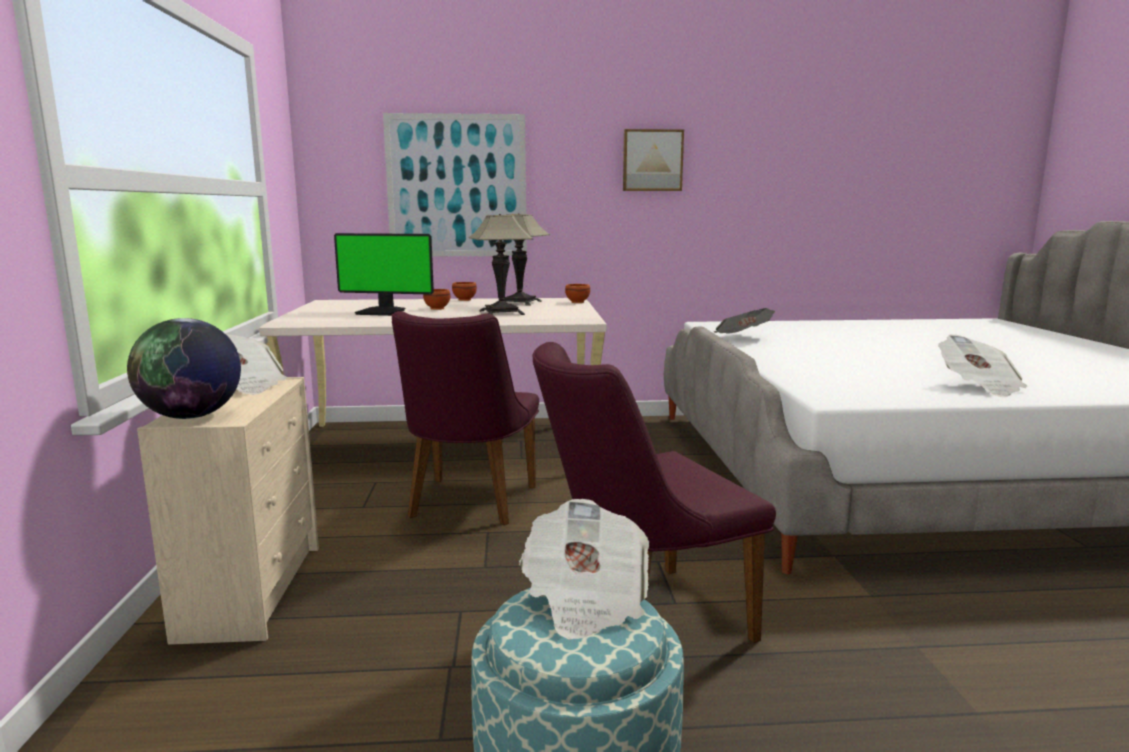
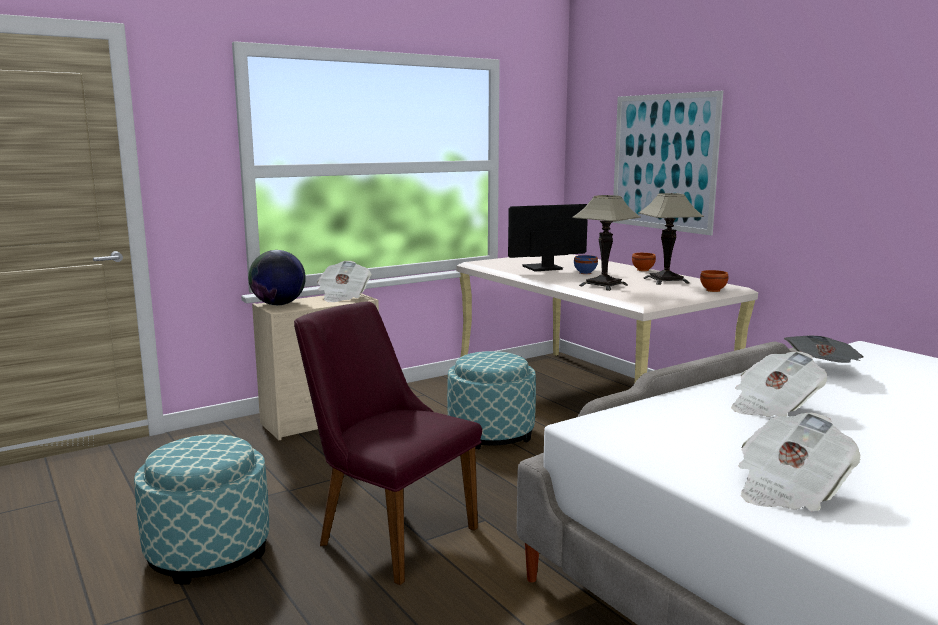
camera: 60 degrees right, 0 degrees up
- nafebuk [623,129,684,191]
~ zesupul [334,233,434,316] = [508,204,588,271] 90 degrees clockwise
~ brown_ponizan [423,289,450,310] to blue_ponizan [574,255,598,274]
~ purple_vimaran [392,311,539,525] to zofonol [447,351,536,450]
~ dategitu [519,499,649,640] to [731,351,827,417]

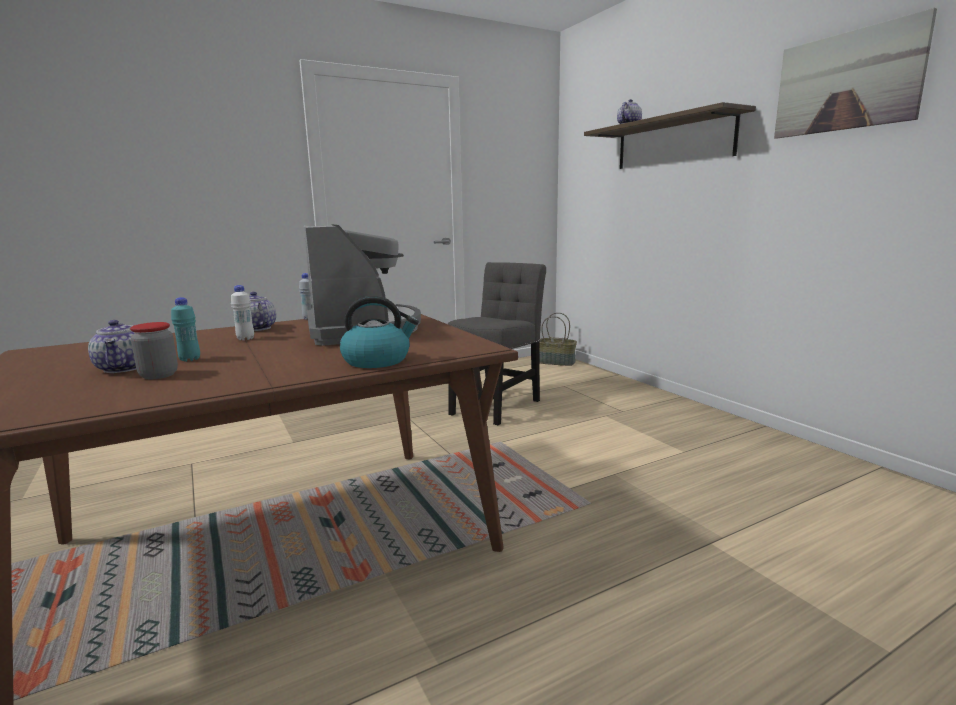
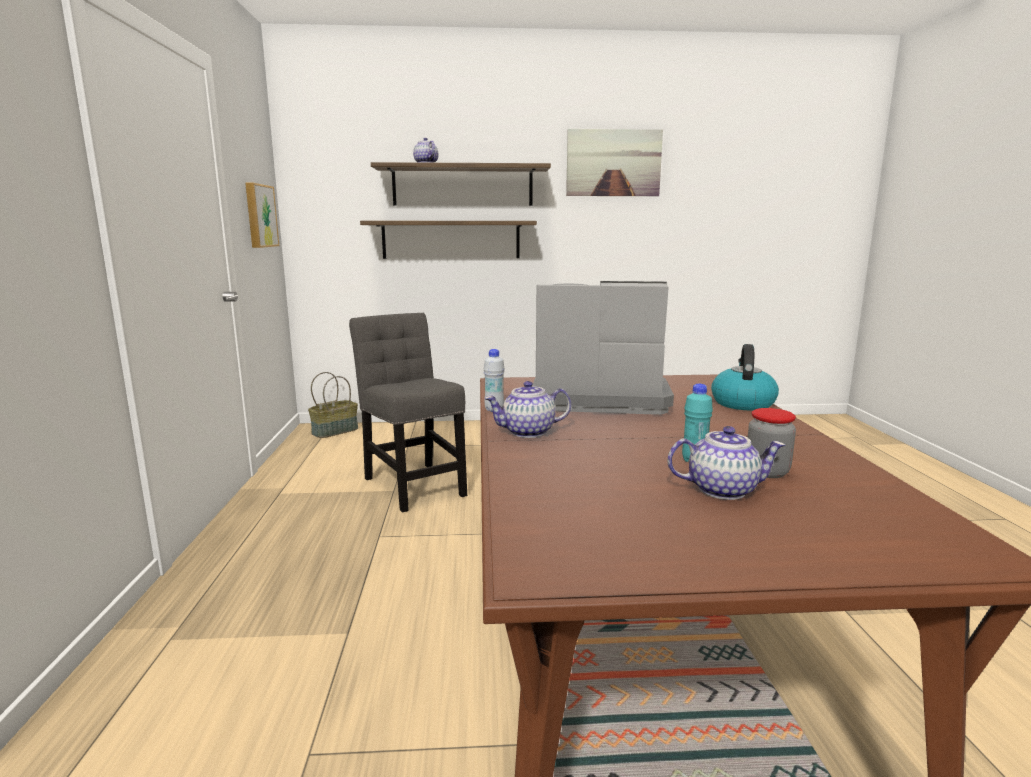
camera: 65 degrees left, 0 degrees up
- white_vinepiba [231,285,254,341]
+ nafebuk [245,183,279,248]
+ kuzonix [360,221,537,259]

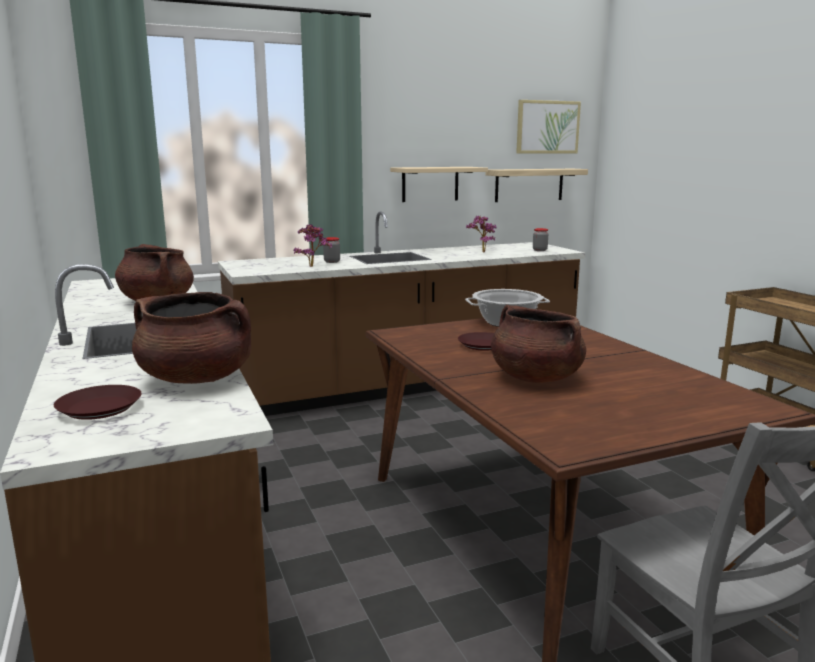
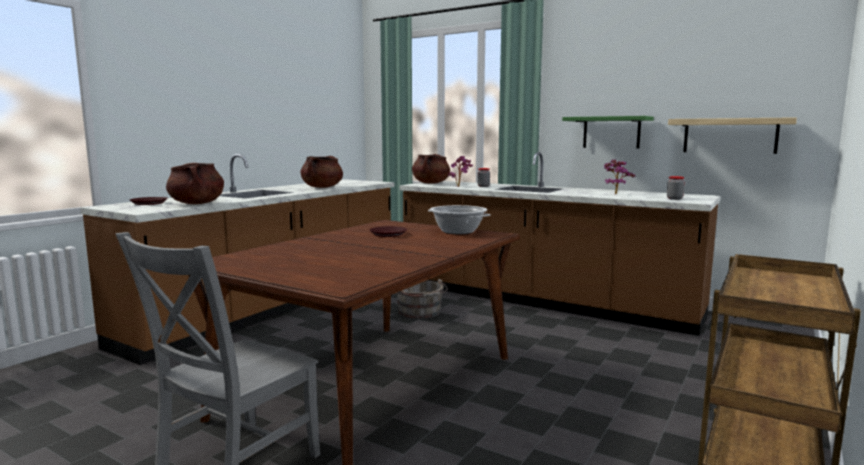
camera: 55 degrees right, 5 degrees down
- nafebuk [516,100,581,154]
~ beige_kuzonix [390,167,488,202] to green_kuzonix [562,116,654,148]
~ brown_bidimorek [491,305,586,383] to [412,154,450,184]
+ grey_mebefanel [397,279,448,319]

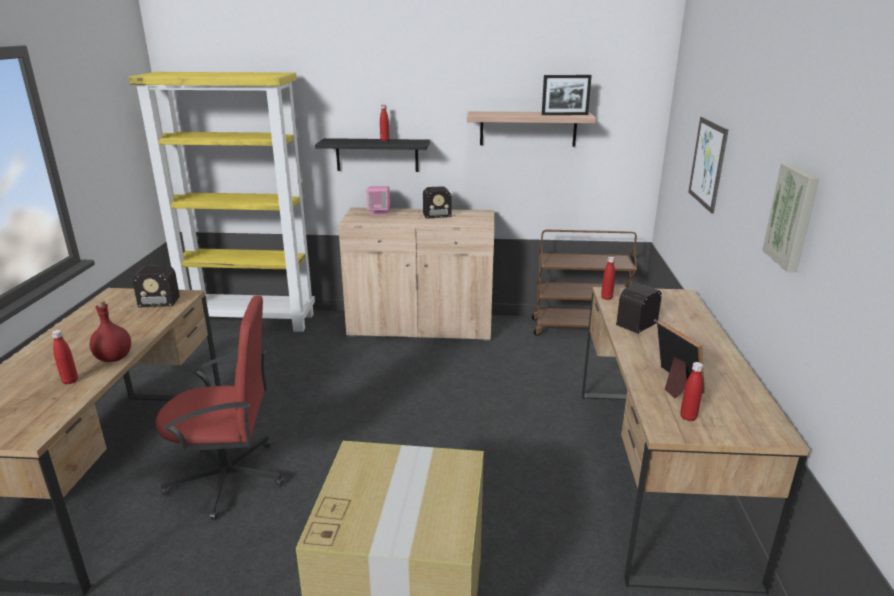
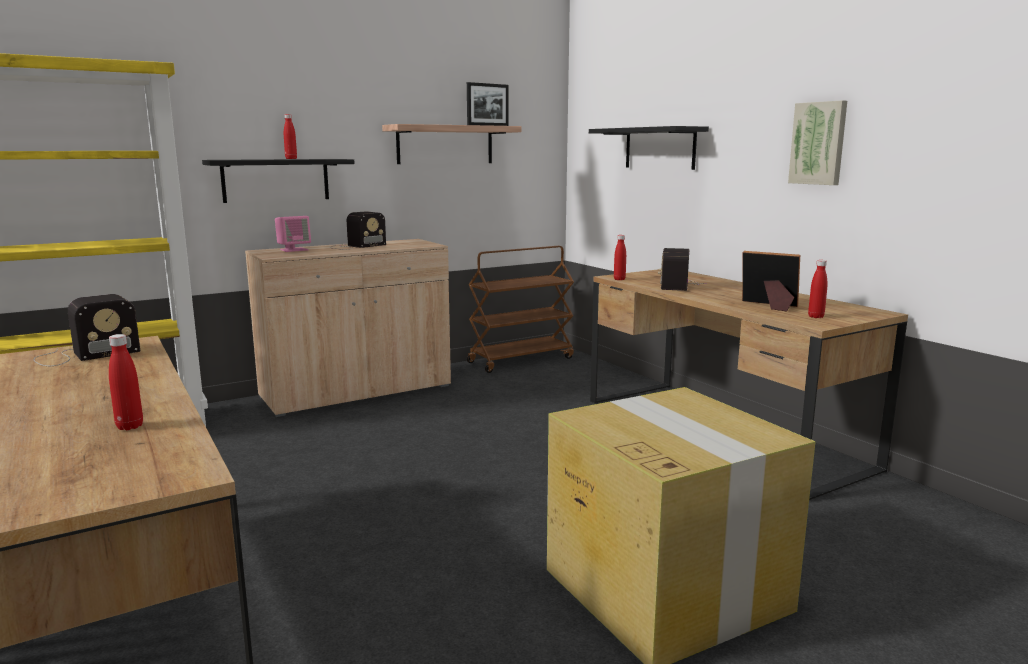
camera: 35 degrees left, 10 degrees down
~ nafebuk [688,116,729,214] to black_kuzonix [589,126,709,170]
- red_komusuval [156,296,283,520]
- red_vinepiba [90,300,131,362]

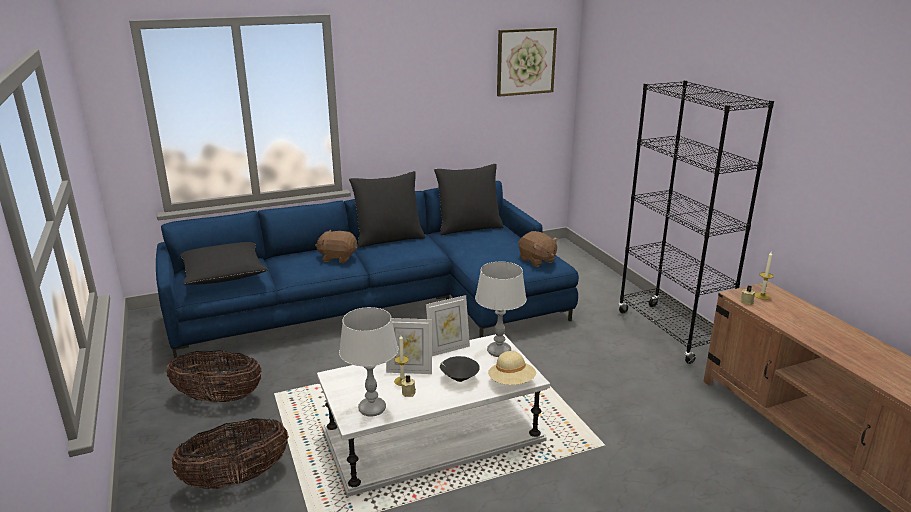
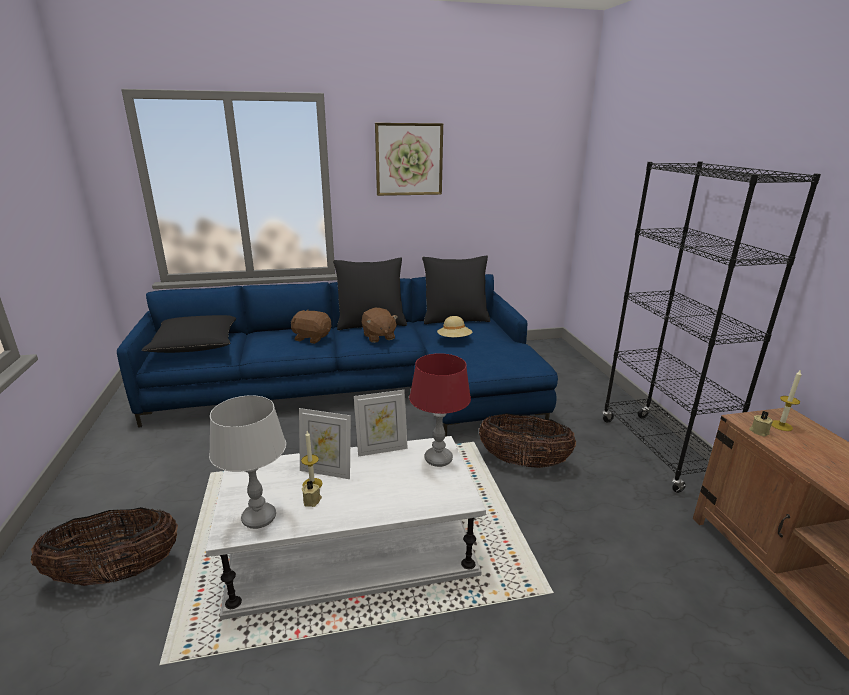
camera: 10 degrees right, 0 degrees up
~ nafebuk [497,28,557,97] to [375,123,443,196]
~ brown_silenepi [518,231,558,267] to [362,308,398,343]
~ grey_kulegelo [475,262,527,357] to red_kulegelo [409,353,471,467]
~ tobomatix [166,350,262,402] to [479,413,576,468]
~ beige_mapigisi [488,351,536,385] to [437,316,472,337]
- black_ponizan [440,356,480,382]

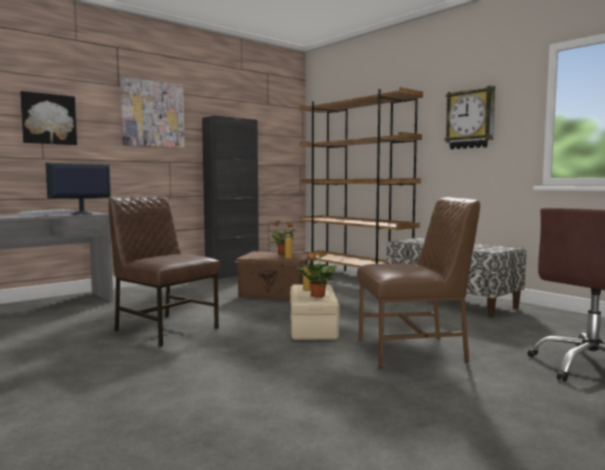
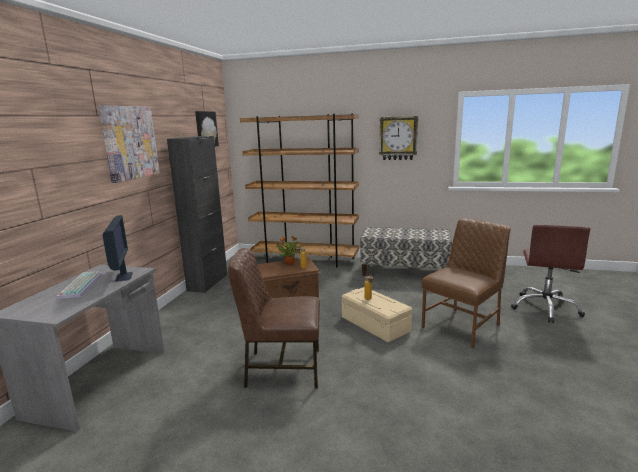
camera: 35 degrees left, 10 degrees up
~ nafebuk [20,91,77,145] to [195,111,219,147]
~ zesupul [46,163,111,215] = [102,215,133,282] 150 degrees clockwise
- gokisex [297,250,337,298]

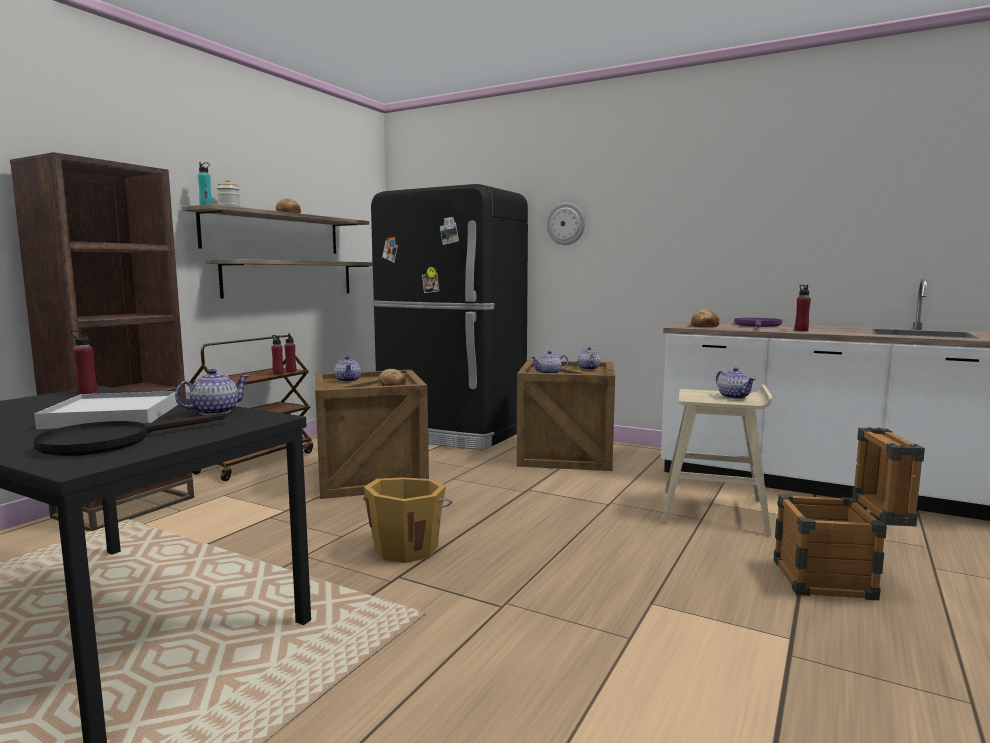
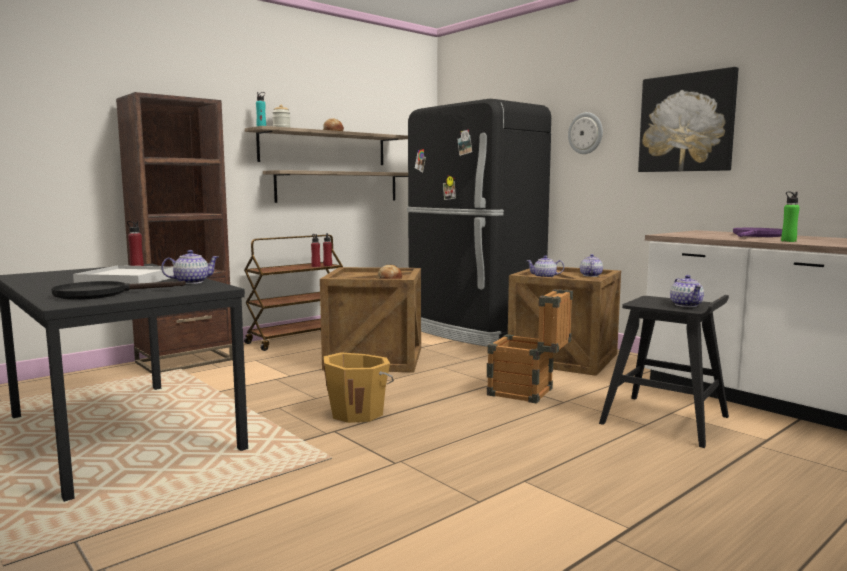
camera: 20 degrees right, 0 degrees up
~ red_vinepiba [795,285,811,332] to green_vinepiba [781,192,800,242]
- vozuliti [690,310,719,327]
- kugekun [335,356,361,382]
~ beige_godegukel [661,385,772,536] to black_godegukel [599,295,729,448]
~ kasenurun [774,427,925,600] to [487,289,573,403]
+ nafebuk [638,67,738,172]

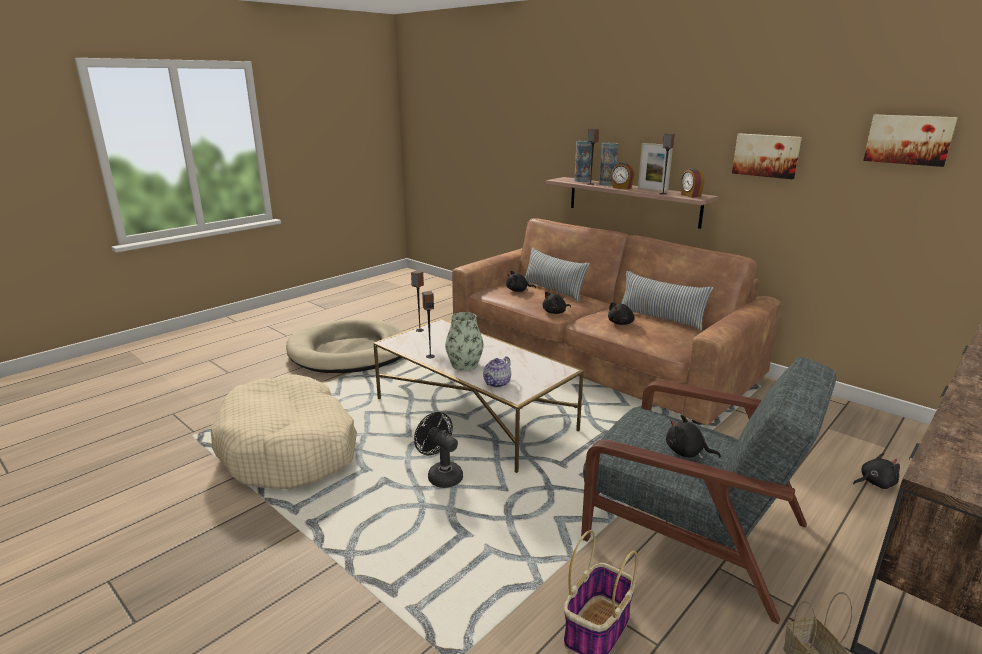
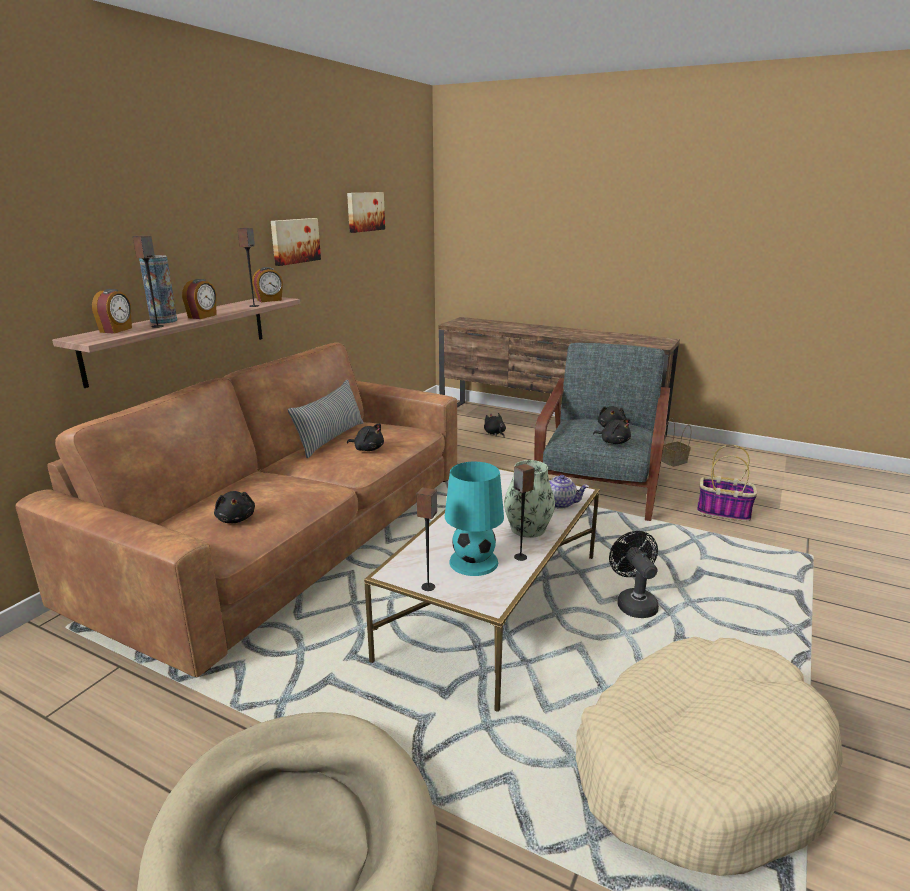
camera: 105 degrees left, 0 degrees up
~ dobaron [574,140,592,182] to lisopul [92,289,132,334]
- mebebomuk [638,143,673,192]
- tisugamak [525,247,590,301]
~ black_silenepi [542,292,571,314] to [593,418,631,444]
~ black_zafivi [414,412,463,488] = [609,531,659,618] 135 degrees clockwise
+ turquoise_kulegelo [445,462,504,576]

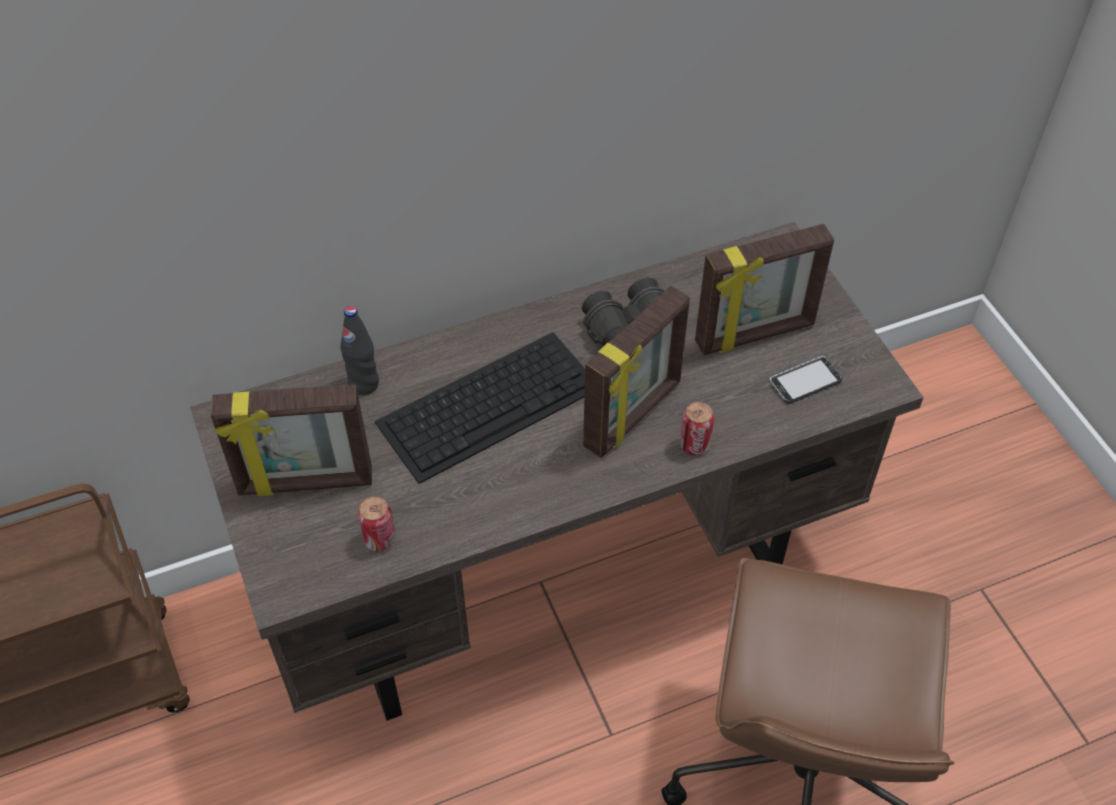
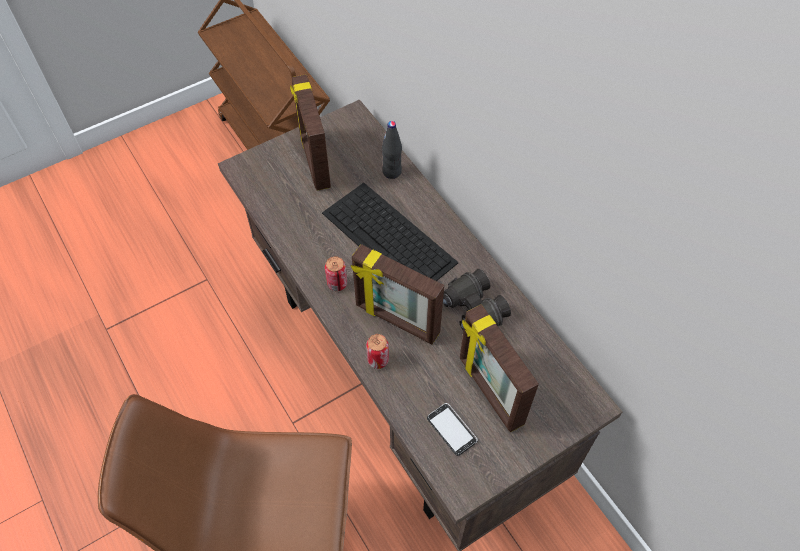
camera: 80 degrees right, 5 degrees up
~ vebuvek [358,496,395,551] to [325,256,347,291]

